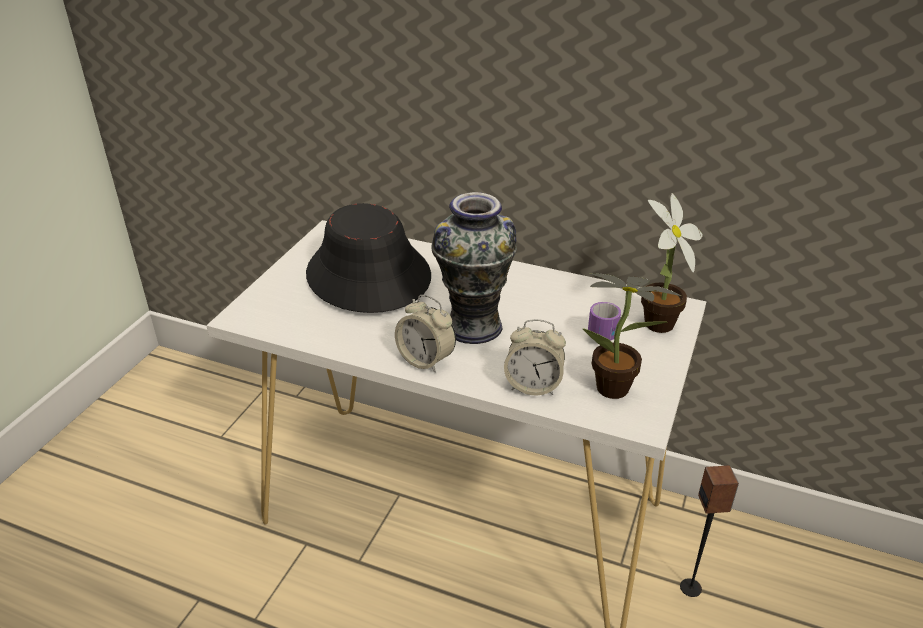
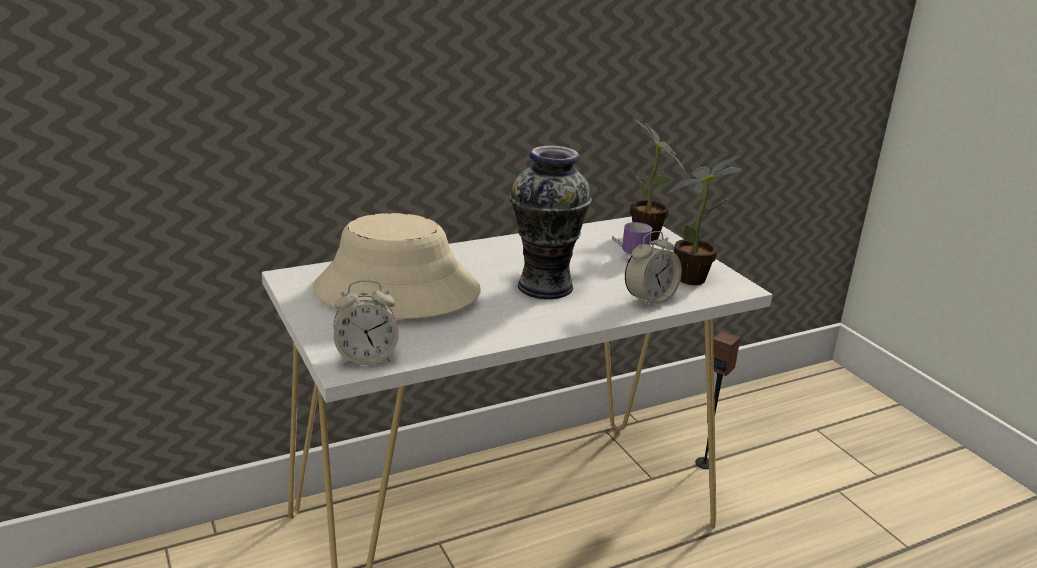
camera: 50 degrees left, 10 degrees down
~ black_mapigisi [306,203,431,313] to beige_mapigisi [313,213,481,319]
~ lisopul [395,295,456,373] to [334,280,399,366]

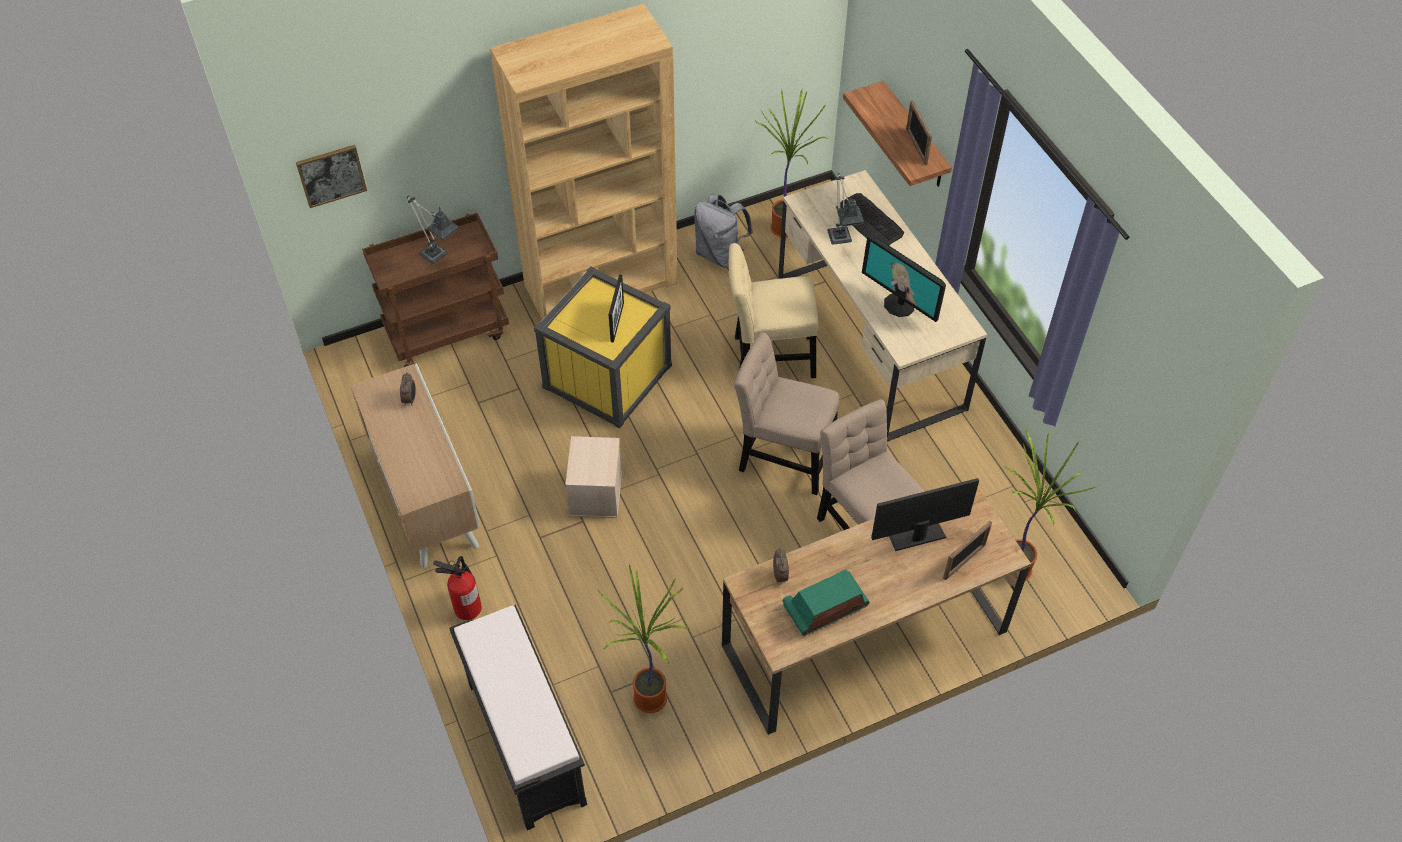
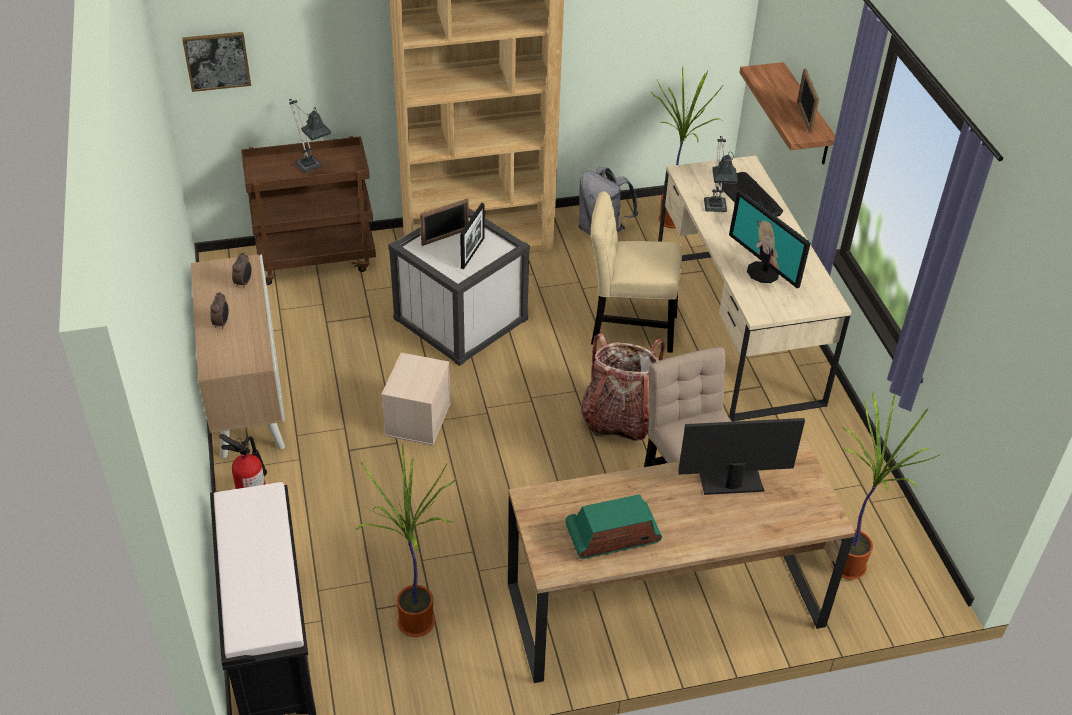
camera: 10 degrees right, 10 degrees down
~ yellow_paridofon [534,266,672,428] to white_paridofon [388,208,530,366]
~ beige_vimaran [734,332,839,495] to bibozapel [581,333,665,441]
~ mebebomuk [943,521,992,580] to [420,198,469,246]
~ lisopul [773,548,789,583] to [210,292,228,329]

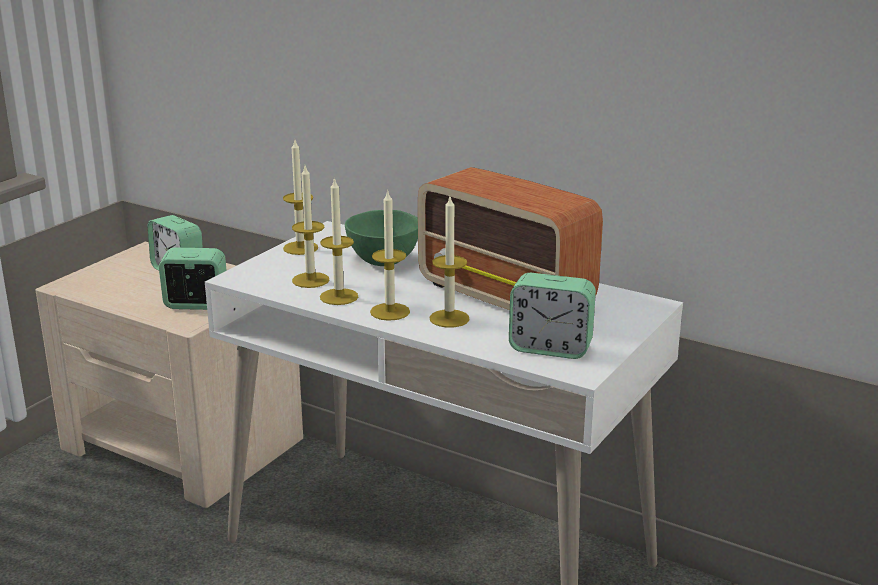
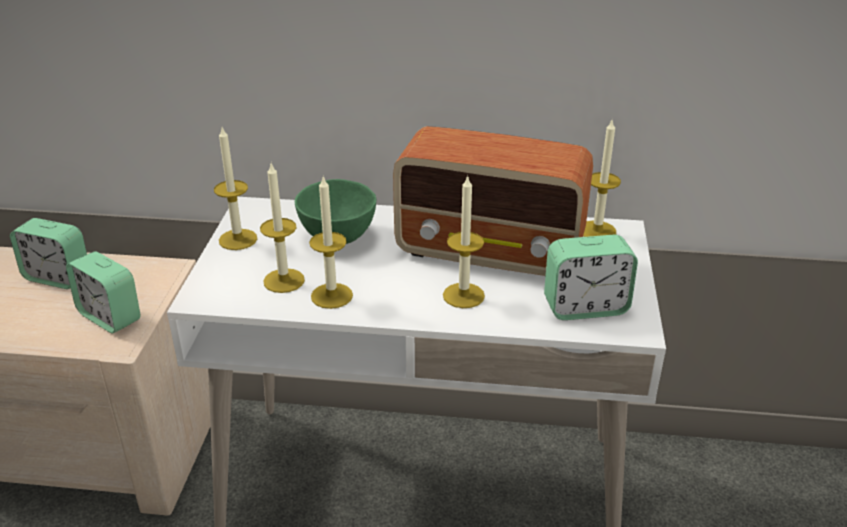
camera: 25 degrees left, 10 degrees up
~ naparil [370,189,410,321] to [583,120,621,237]
~ lisopul [159,248,227,310] = [66,251,141,333] 120 degrees counterclockwise

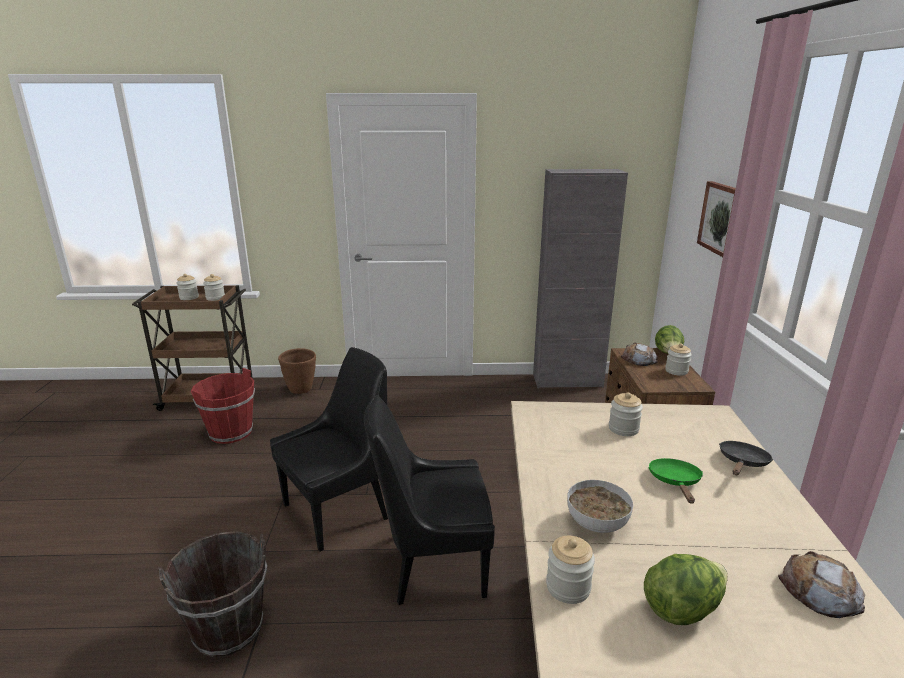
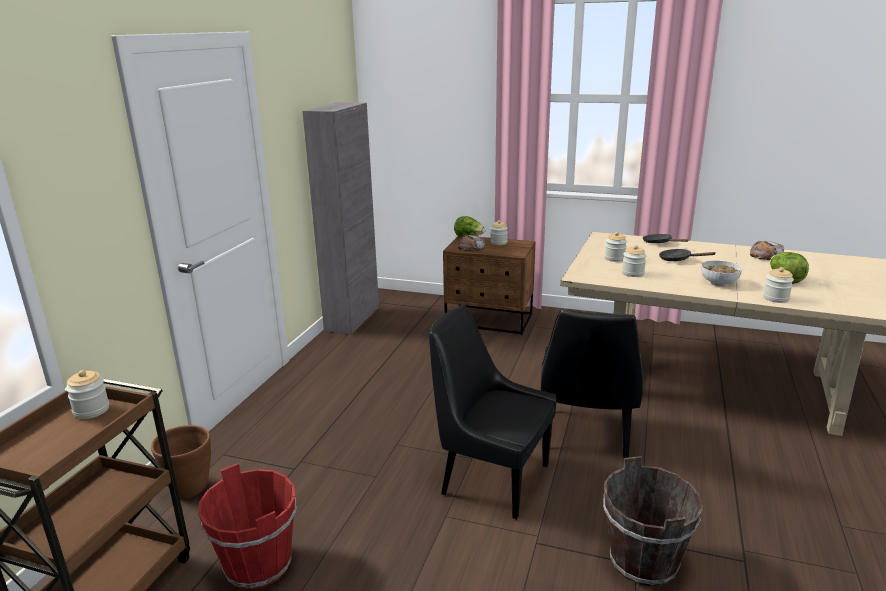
camera: 70 degrees left, 0 degrees up
- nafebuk [697,181,736,257]
~ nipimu [176,274,199,300] to [622,245,647,277]
~ black_vimaran [270,347,388,551] = [429,305,557,519] 45 degrees counterclockwise
~ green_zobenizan [648,458,703,504] to black_zobenizan [659,249,716,261]

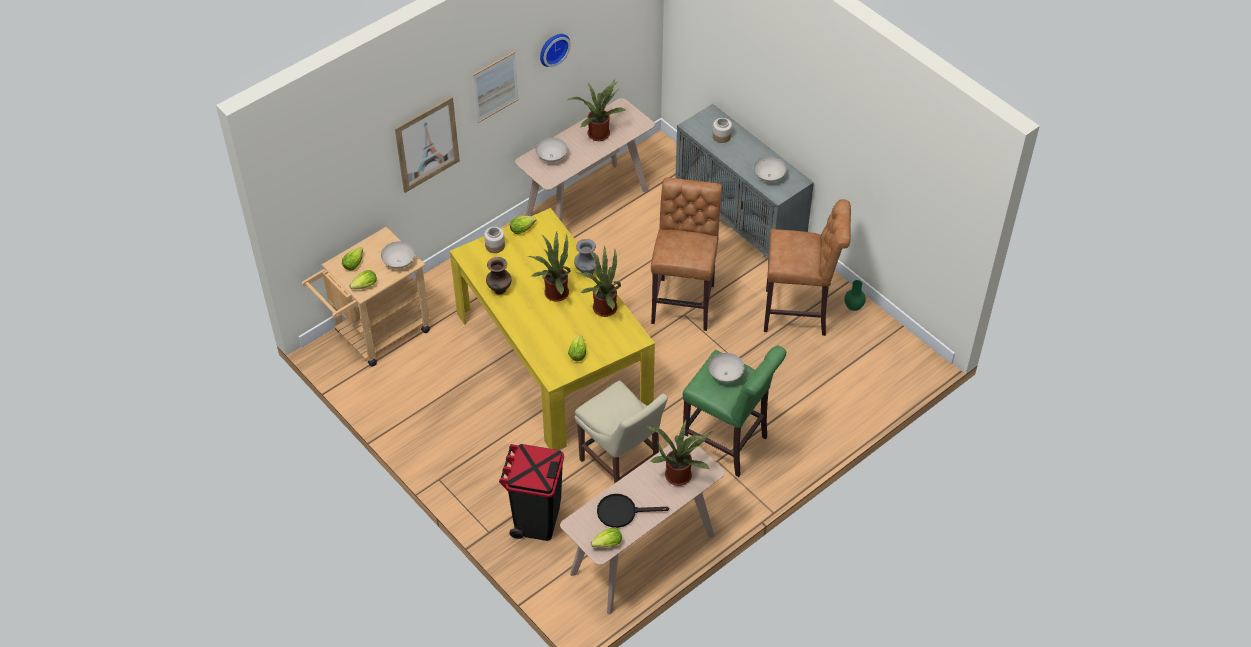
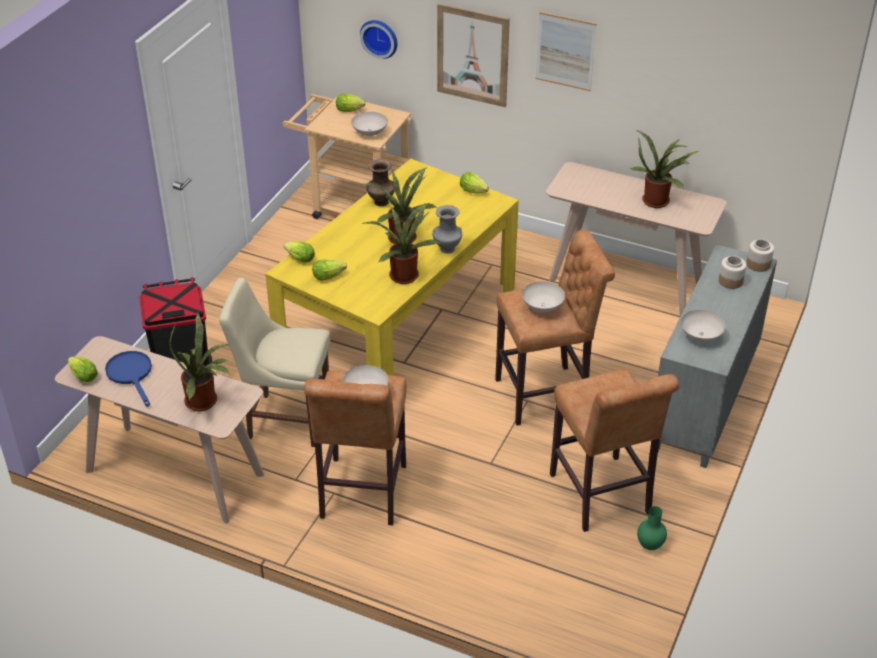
camera: 65 degrees right, 10 degrees down
~ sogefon [540,34,571,67] to [360,20,397,59]
~ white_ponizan [535,137,568,162] to [522,281,565,312]
~ nipimu [484,227,505,253] to [747,239,774,272]
~ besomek [349,270,377,289] to [283,241,315,263]
~ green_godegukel [683,345,786,477] to brown_godegukel [304,370,407,525]
~ beige_vimaran [575,381,668,484] = [219,278,330,447] 75 degrees clockwise
~ black_zobenizan [597,494,669,528] to blue_zobenizan [105,351,152,407]

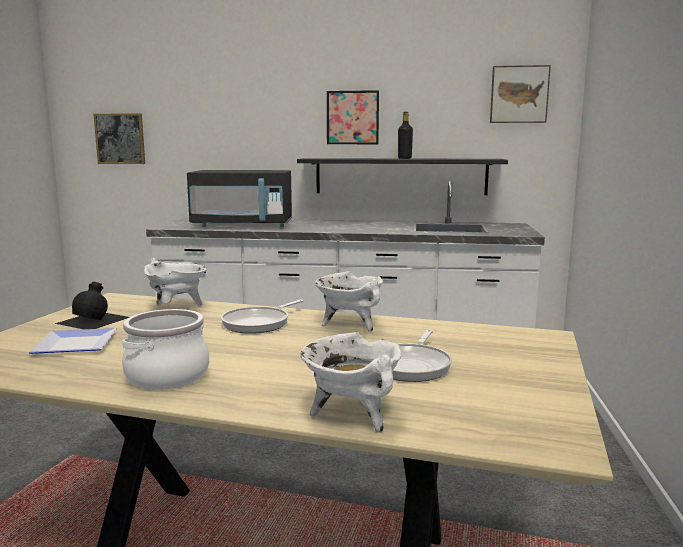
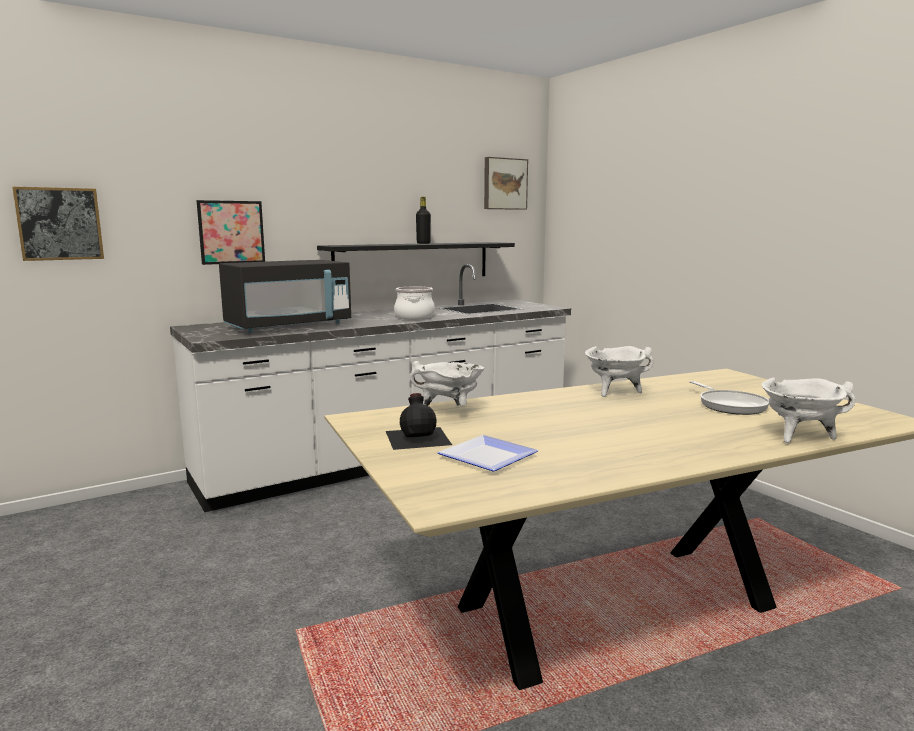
camera: 40 degrees left, 0 degrees up
~ nafebuk [327,90,379,144] to [196,200,265,265]
- zobenizan [221,300,304,334]
~ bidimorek [122,309,209,390] to [394,286,435,319]

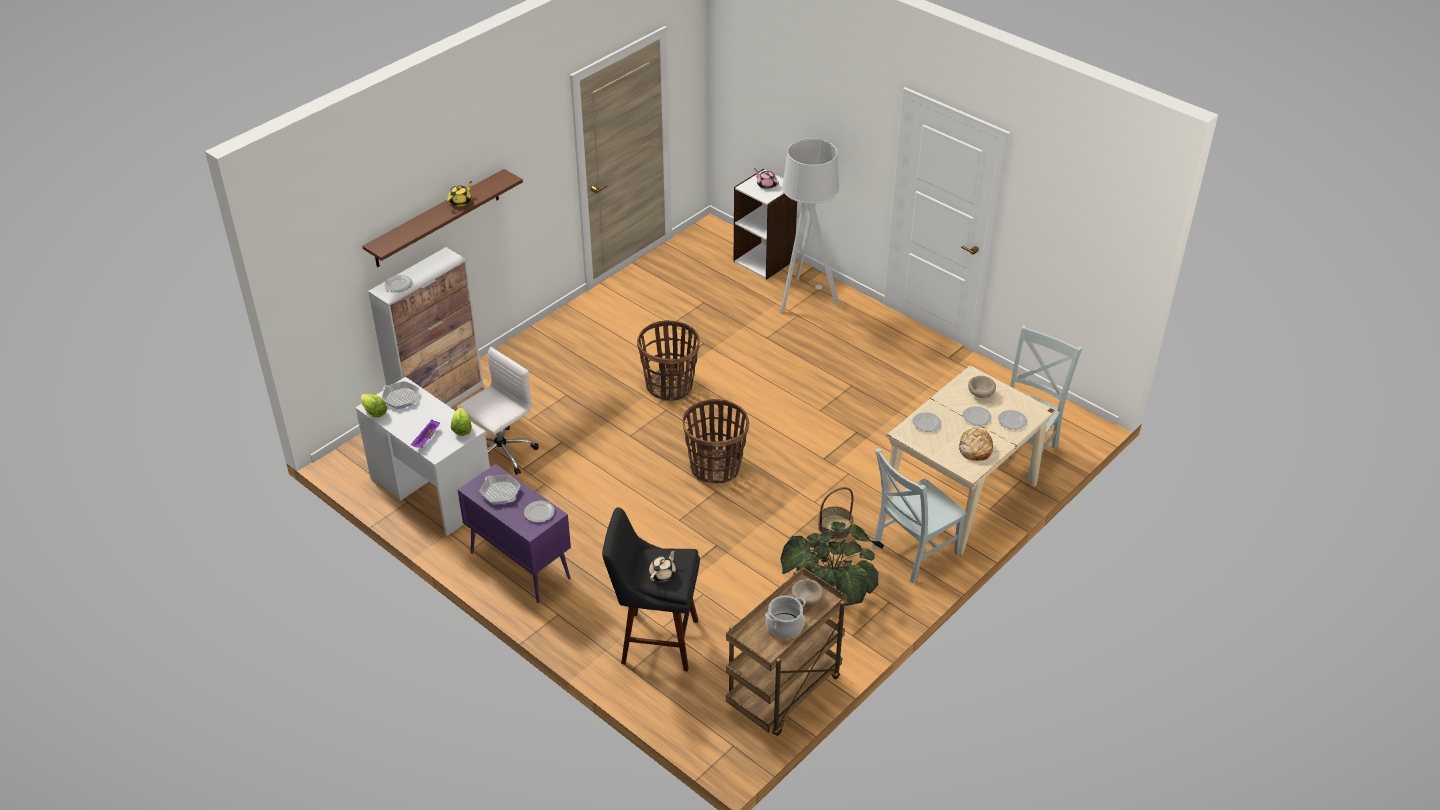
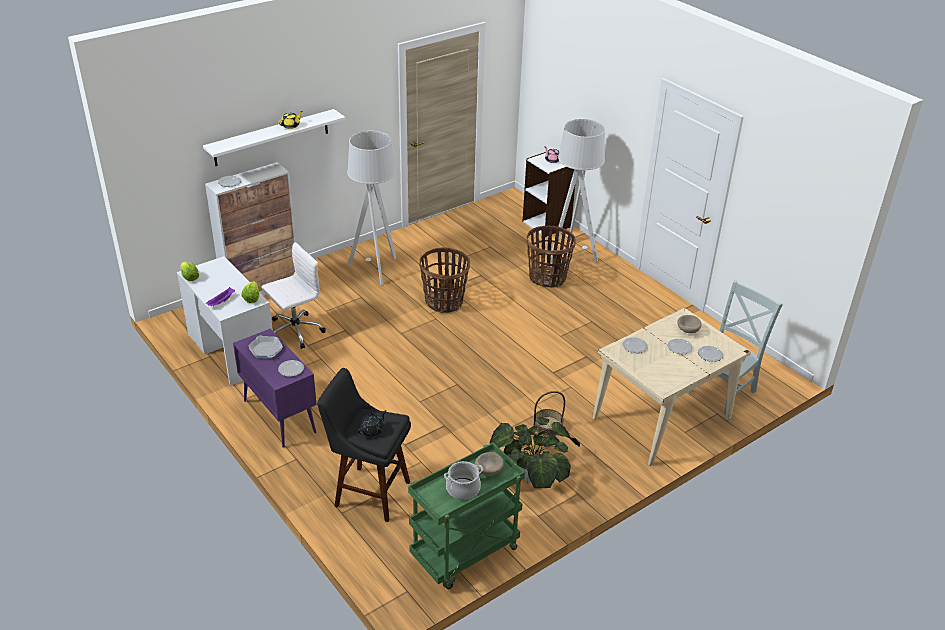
camera: 10 degrees right, 5 degrees down
~ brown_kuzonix [362,169,523,267] to white_kuzonix [203,109,346,166]
- zobenizan [382,381,419,409]
~ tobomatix [683,399,749,484] to [527,226,576,288]
- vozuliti [959,428,993,461]
- grey_vimaran [872,448,967,583]
~ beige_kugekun [649,549,676,582] to black_kugekun [358,410,386,436]
~ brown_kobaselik [726,567,848,736] to green_kobaselik [408,443,525,589]
+ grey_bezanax [347,131,396,285]

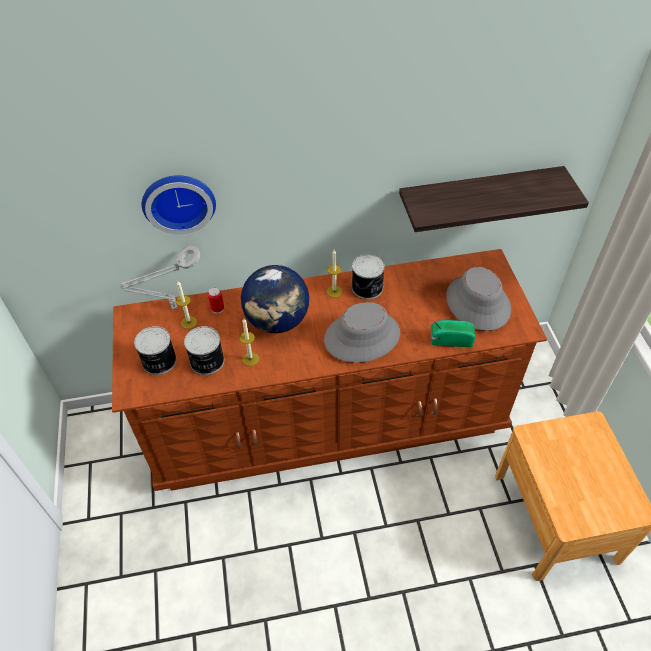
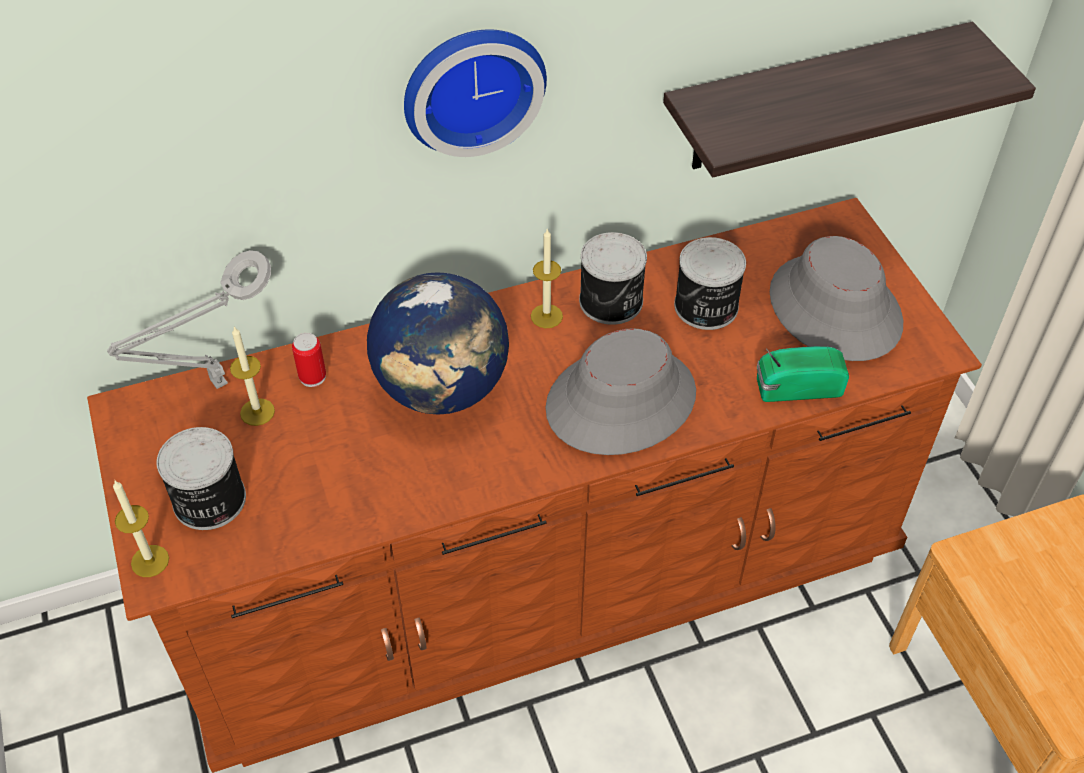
camera: 10 degrees left, 0 degrees up
~ sogefon [142,175,216,234] to [404,29,547,157]
~ naparil [240,319,259,366] to [113,481,169,577]
~ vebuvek [184,326,224,375] to [674,237,746,330]

